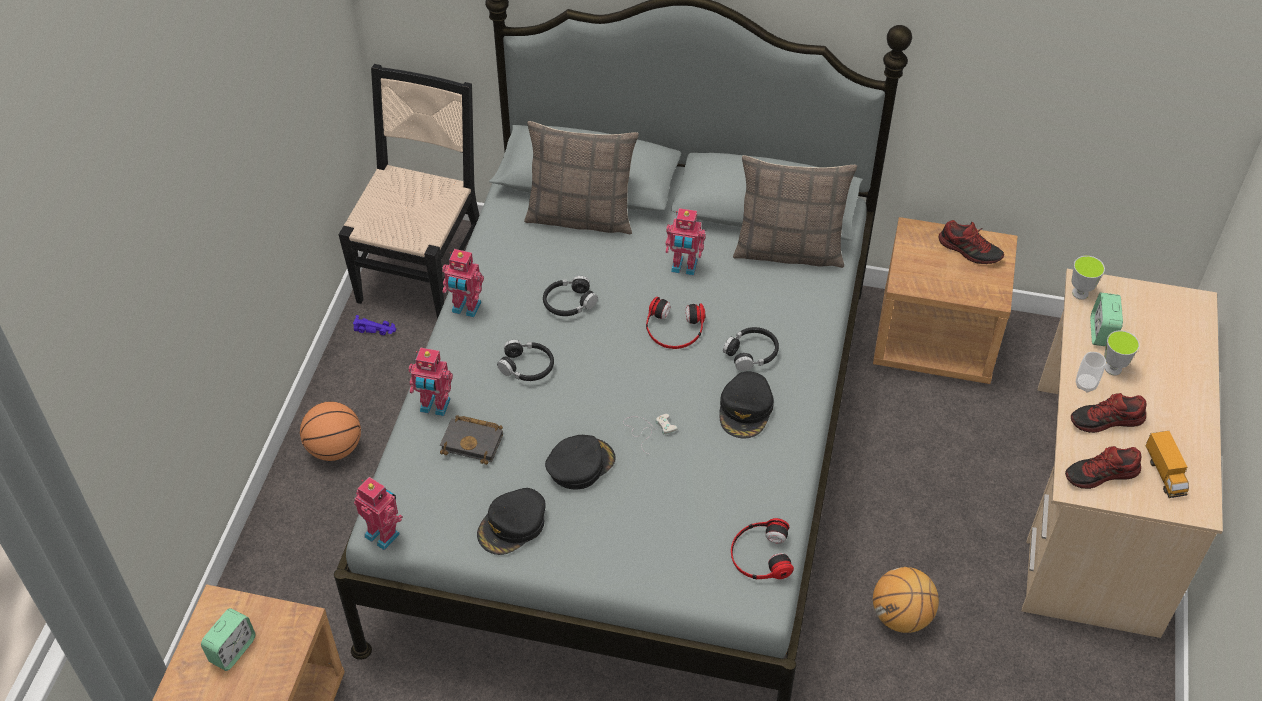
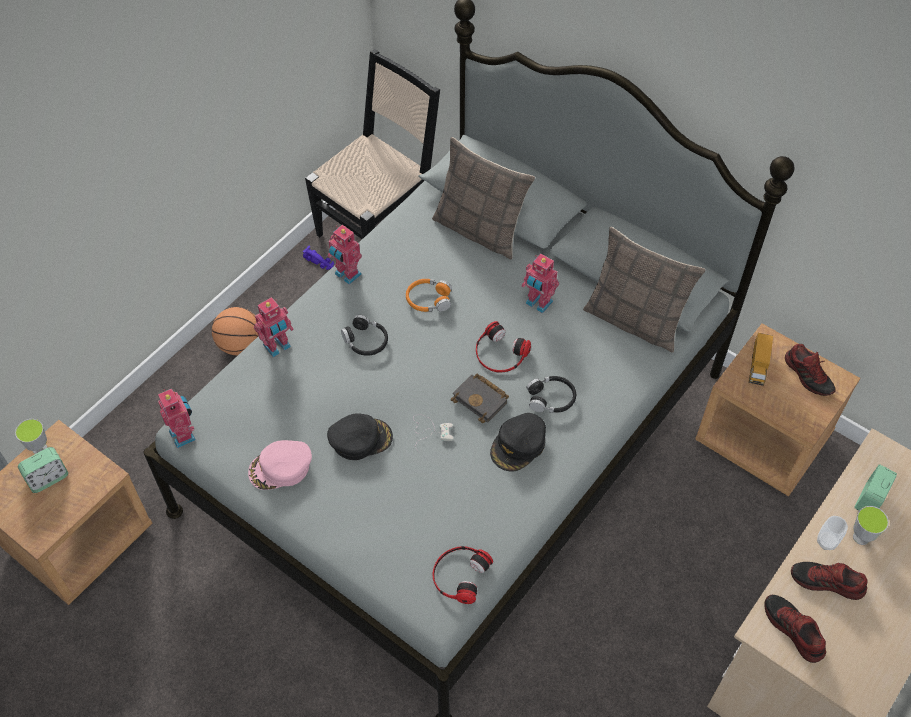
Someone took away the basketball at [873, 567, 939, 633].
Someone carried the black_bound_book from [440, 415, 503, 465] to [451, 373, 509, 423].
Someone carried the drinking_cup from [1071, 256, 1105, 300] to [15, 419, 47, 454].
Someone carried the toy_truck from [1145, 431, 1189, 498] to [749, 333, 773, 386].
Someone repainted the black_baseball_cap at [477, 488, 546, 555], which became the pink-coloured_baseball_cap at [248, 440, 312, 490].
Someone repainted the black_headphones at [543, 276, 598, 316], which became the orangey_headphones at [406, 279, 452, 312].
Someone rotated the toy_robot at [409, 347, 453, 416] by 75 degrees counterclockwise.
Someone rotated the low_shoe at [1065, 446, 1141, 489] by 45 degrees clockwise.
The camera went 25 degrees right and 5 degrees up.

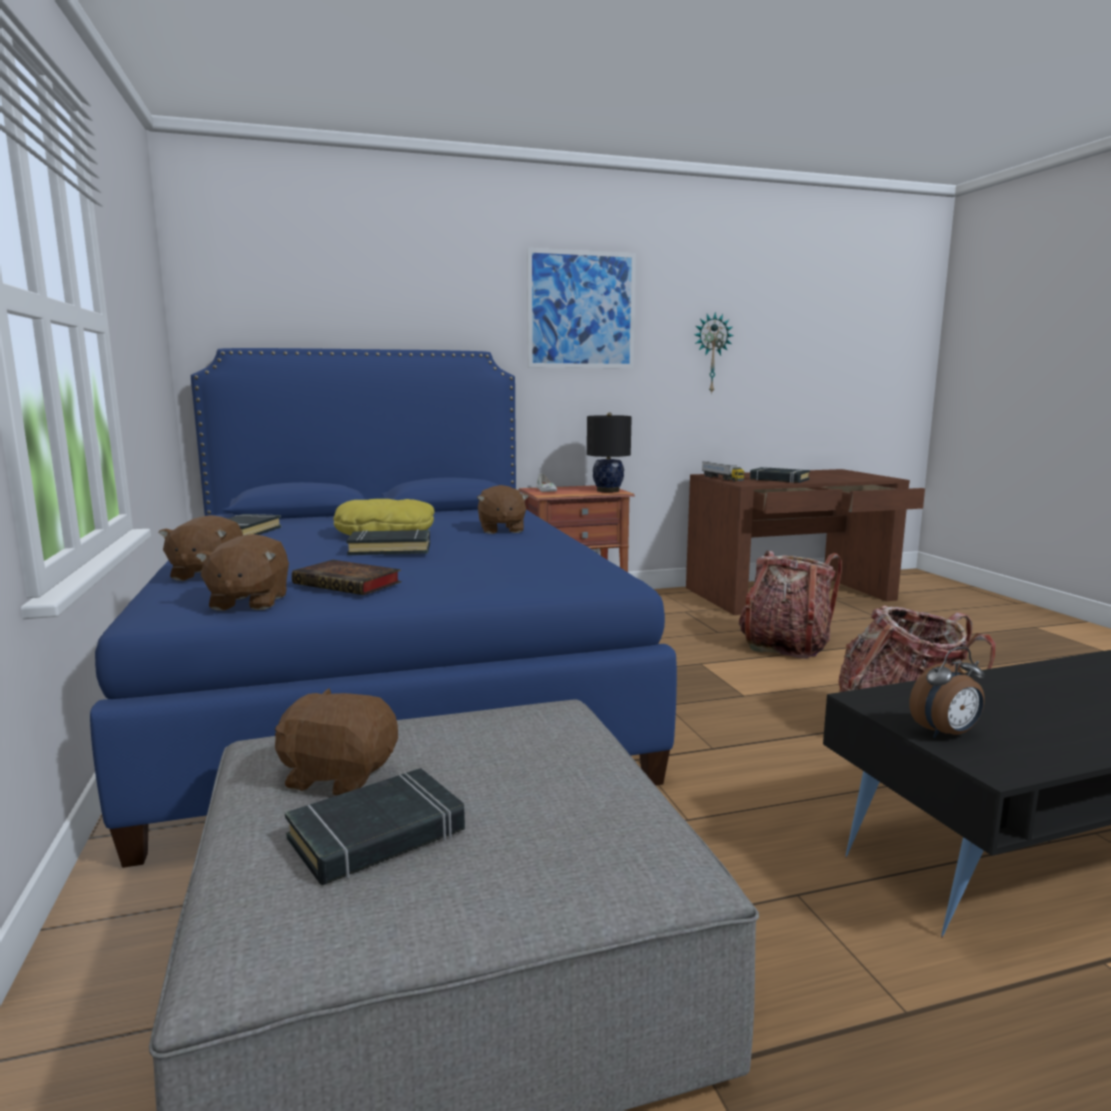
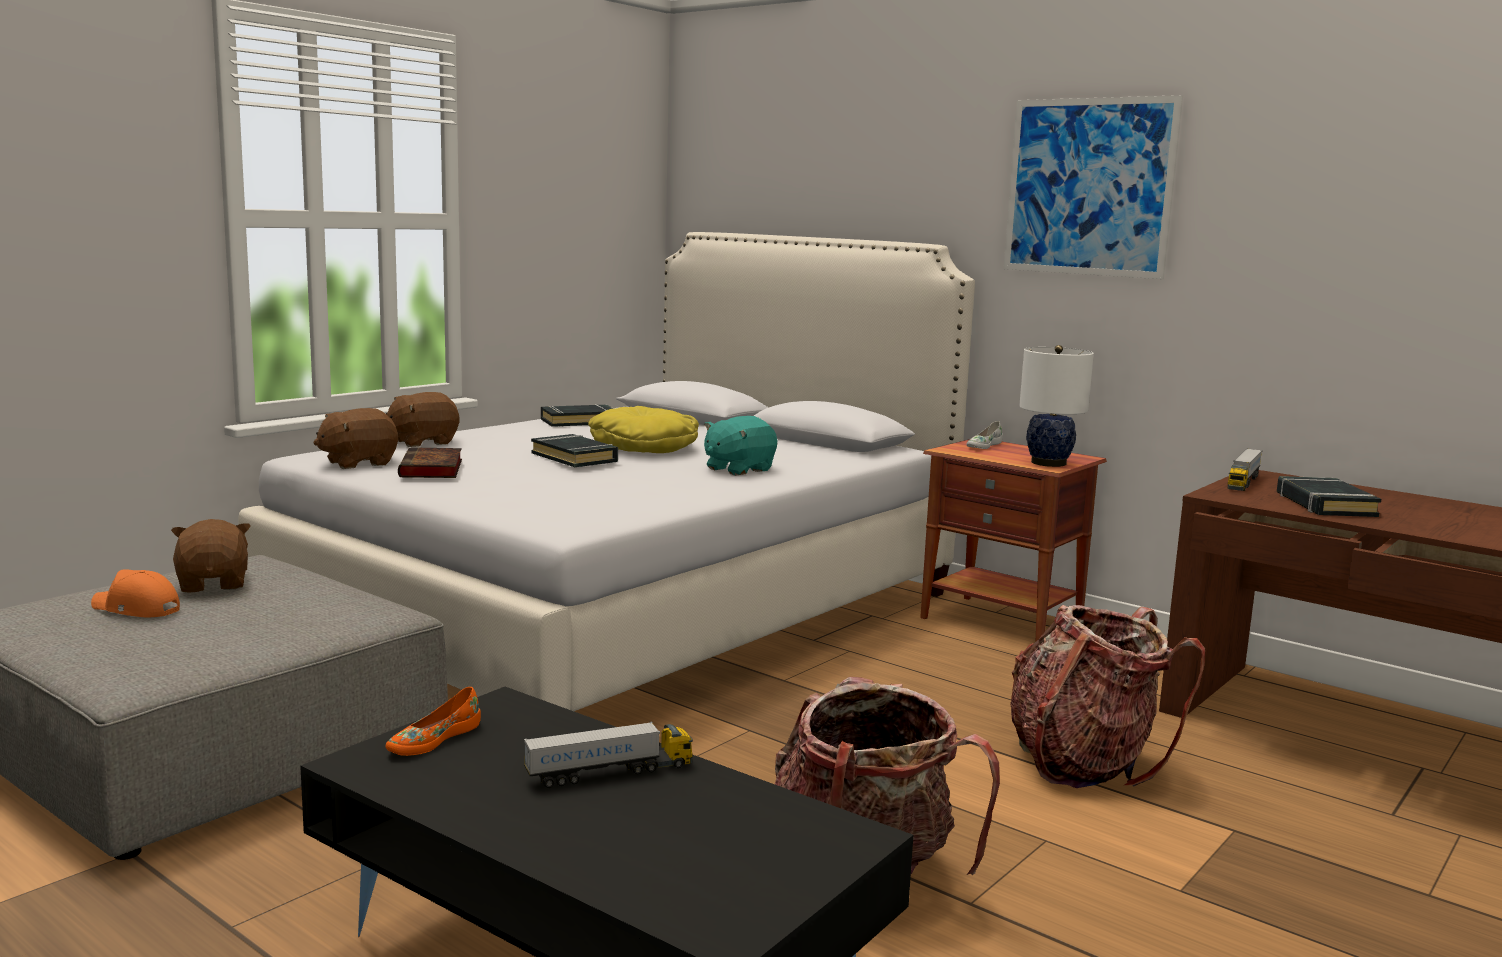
Someone took away the hanging_clock at [694, 312, 734, 394].
Someone put down the toy_truck at [524, 722, 693, 788].
Someone swapped the black_bound_book at [285, 768, 465, 885] for the orangey_baseball_cap at [91, 569, 180, 617].
Someone swapped the alarm_clock at [910, 647, 985, 738] for the orangey_low_shoe at [385, 687, 481, 756].
Someone repainted the bluish_bedroom_bed at [90, 348, 677, 868], which became the whitish_bedroom_bed at [238, 232, 975, 711].
Someone repainted the brown_plush_toy at [477, 485, 529, 534], which became the turquoise-coloured_plush_toy at [704, 416, 777, 476].
Someone repainted the black_lamp_for_a_table at [587, 412, 632, 493], which became the whitish_lamp_for_a_table at [1019, 345, 1094, 467].
The camera went 55 degrees right and 0 degrees up.

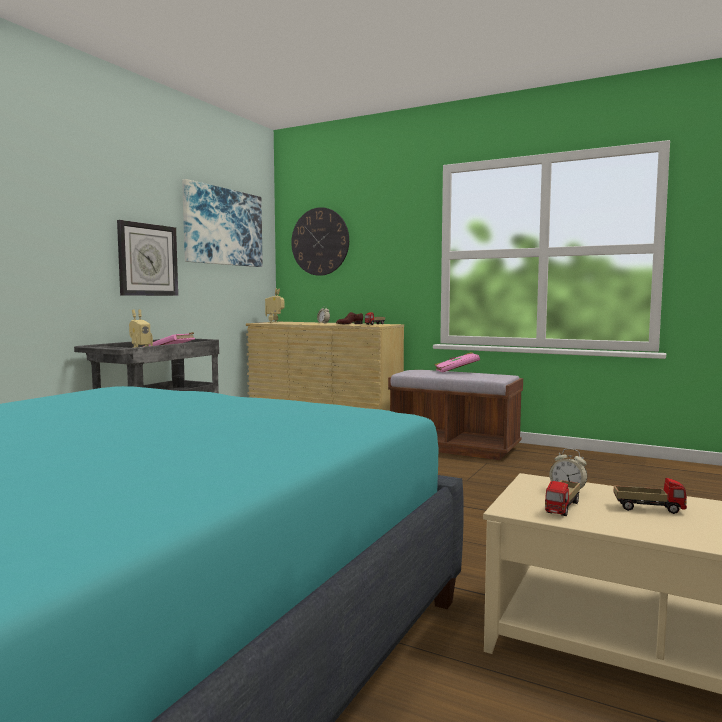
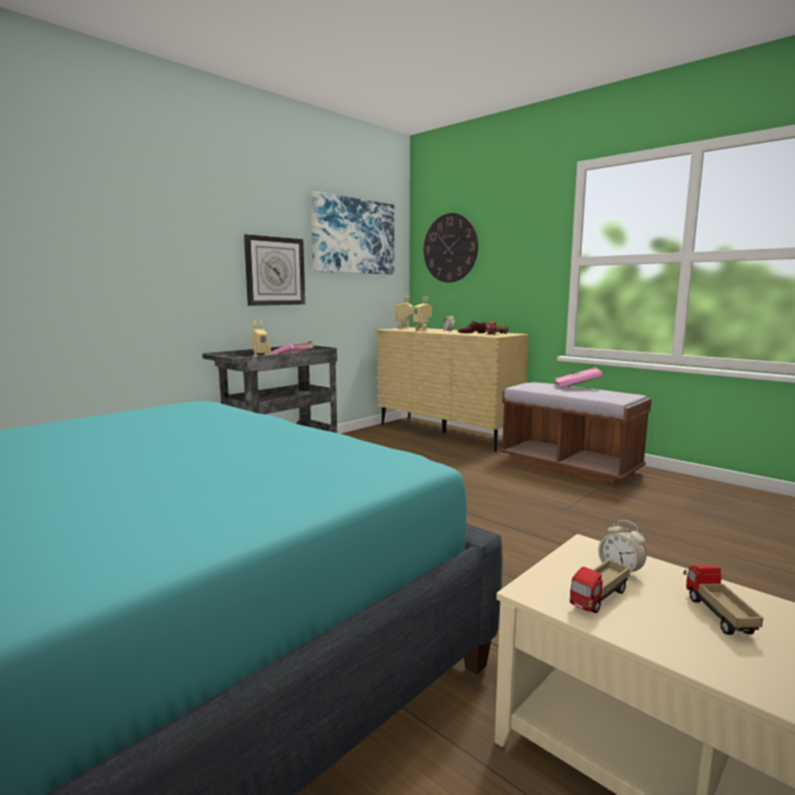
Someone put down the toy_robot at [413, 296, 432, 332].
Someone rotated the toy_truck at [614, 478, 687, 514] by 120 degrees counterclockwise.
The camera went 15 degrees right and 5 degrees up.

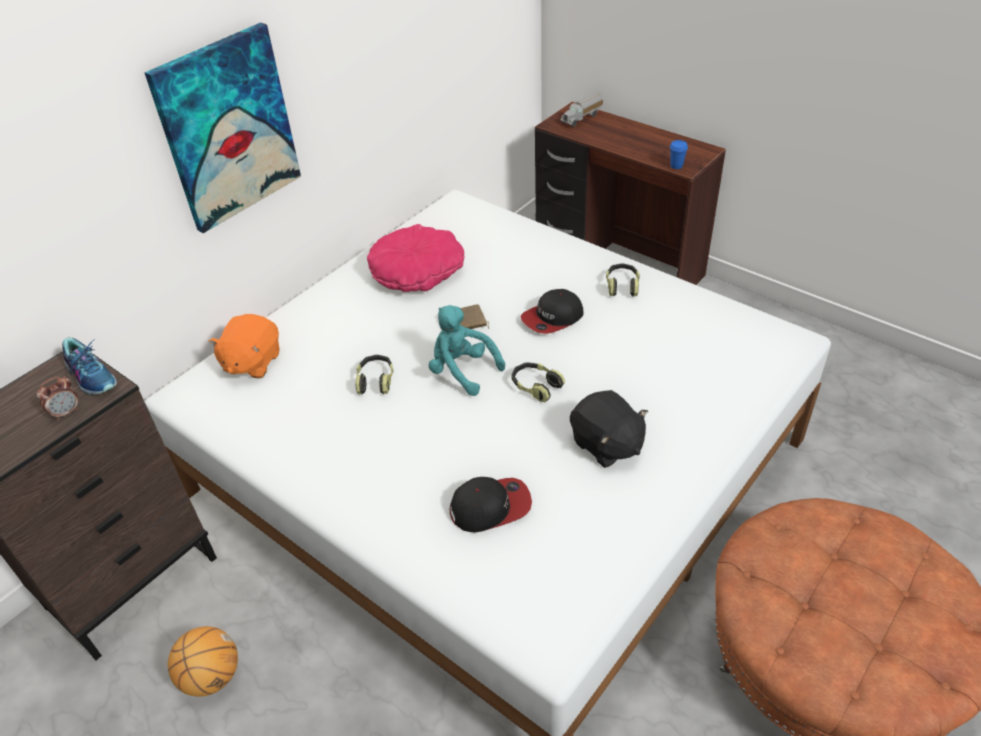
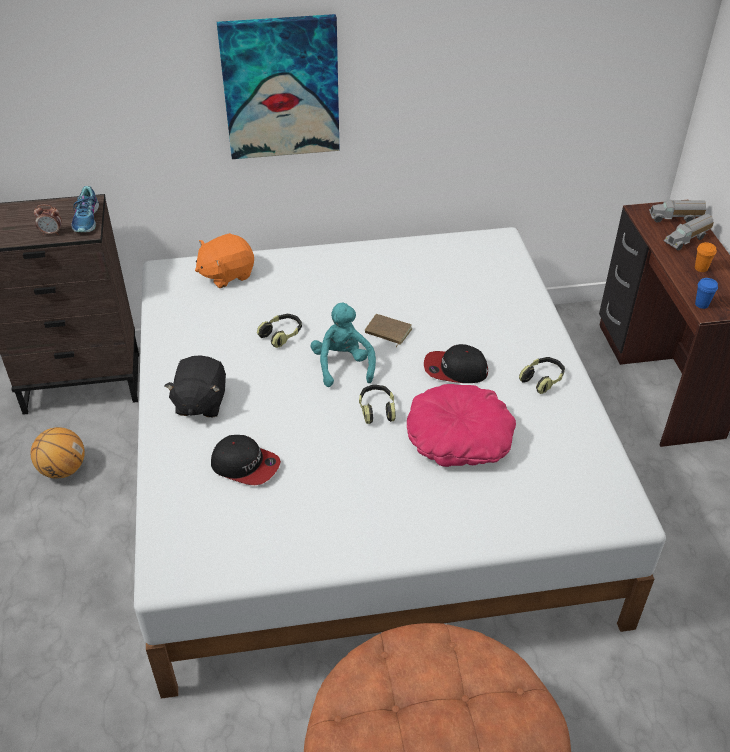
Someone put down the toy_truck at [663, 214, 714, 250].
Someone put down the orangey_drinking_cup at [695, 242, 717, 272].
Someone carried the pink-coloured_pillow from [367, 224, 464, 292] to [407, 384, 516, 467].
Someone carried the black_plush_toy from [570, 390, 648, 468] to [165, 355, 226, 418].
The camera went 40 degrees right and 0 degrees up.

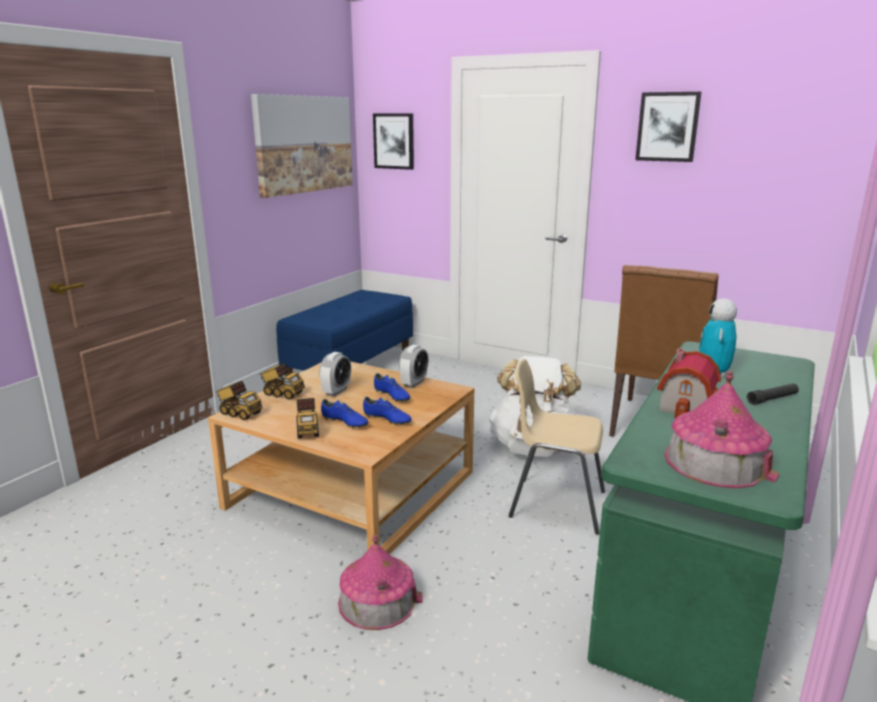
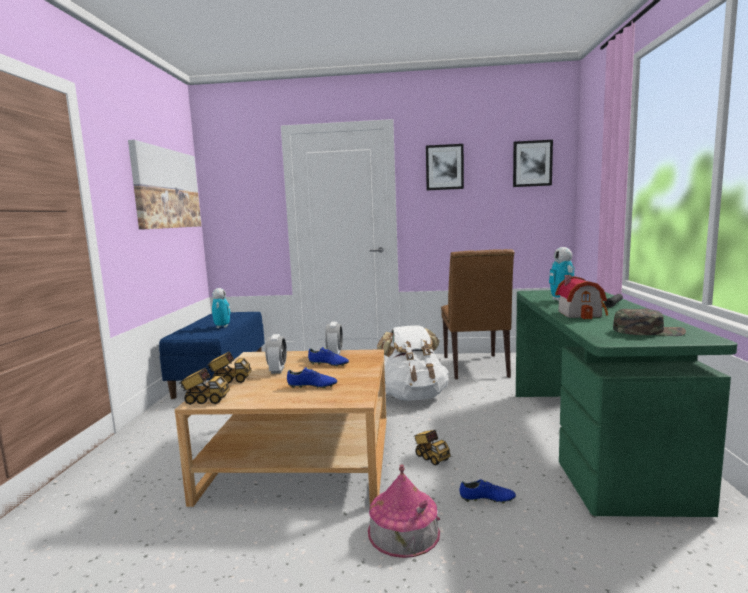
Someone took away the beige_plain_chair at [509, 359, 605, 534].
Someone put down the toy_robot at [212, 288, 231, 328].
Someone carried the toy_truck from [296, 398, 319, 439] to [414, 430, 450, 465].
Someone carried the bluish_low_shoe from [363, 397, 411, 426] to [460, 479, 516, 504].
Someone carried the picture from [373, 113, 414, 170] to [513, 140, 553, 187].
Someone swapped the toy_house at [664, 371, 780, 488] for the green-coloured_baseball_cap at [613, 308, 686, 336].
The camera went 25 degrees left and 10 degrees down.

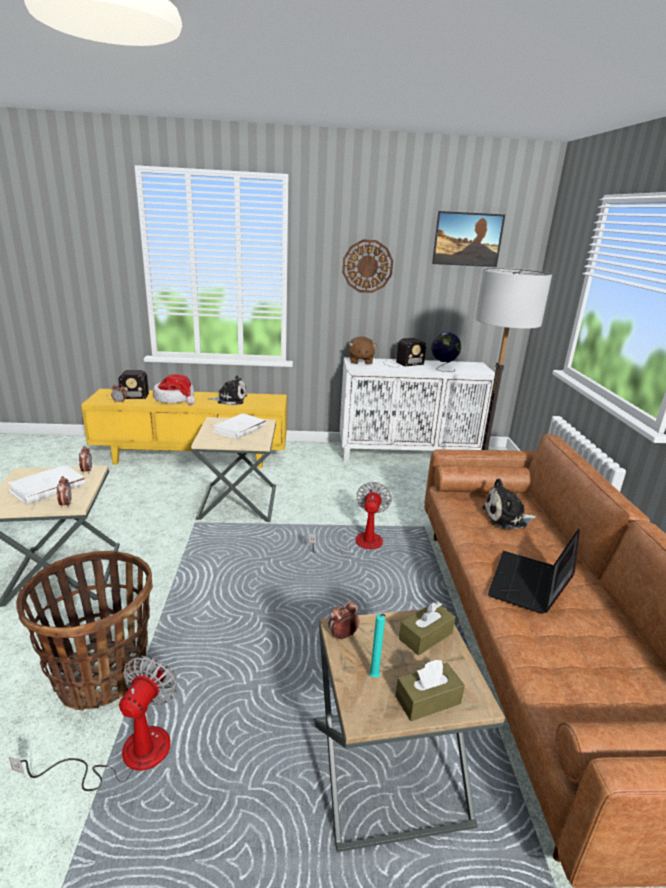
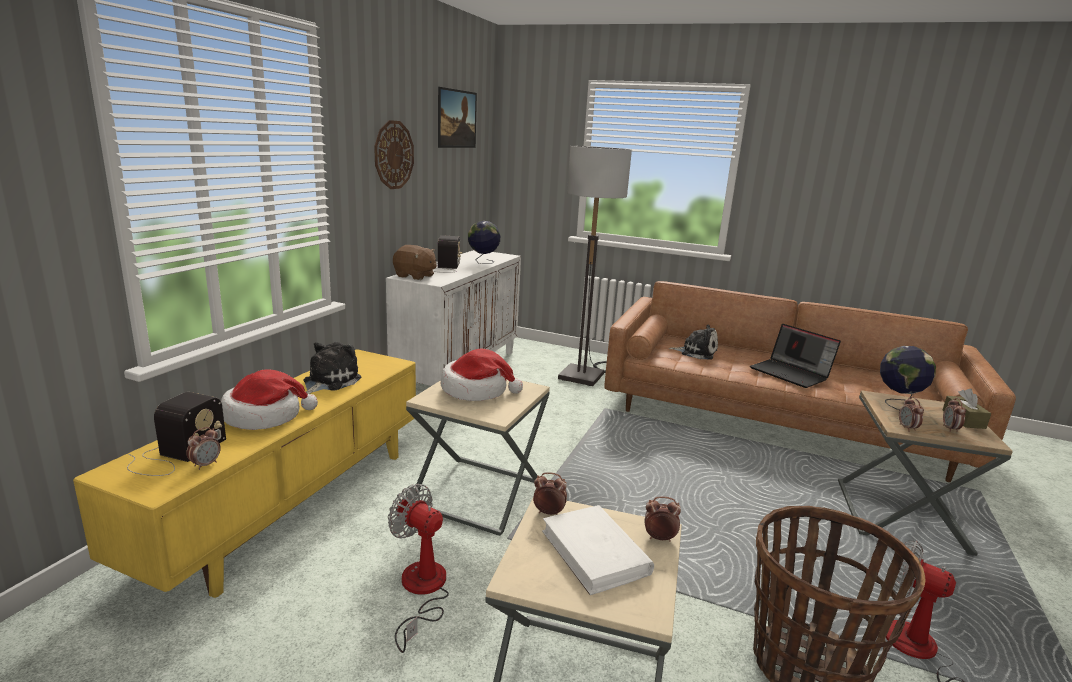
Someone carried the electric_fan from [309, 482, 392, 557] to [388, 484, 449, 653].
Someone swapped the whitish_bound_book at [212, 413, 266, 440] for the wearable_hat at [441, 349, 523, 401].
Someone swapped the turquoise-coloured_wax_candle at [369, 614, 386, 678] for the alarm_clock at [943, 398, 966, 432].
Someone swapped the brown_tissue_box at [399, 601, 455, 656] for the world_globe at [880, 346, 936, 411].
Someone rotated the plush_toy at [482, 478, 537, 529] by 90 degrees counterclockwise.
The camera went 65 degrees left and 5 degrees down.

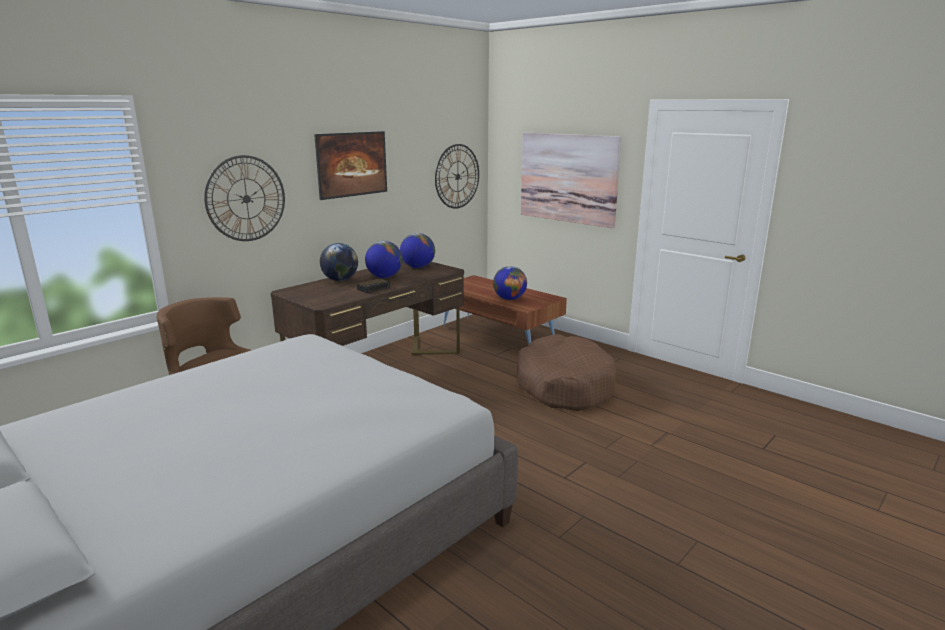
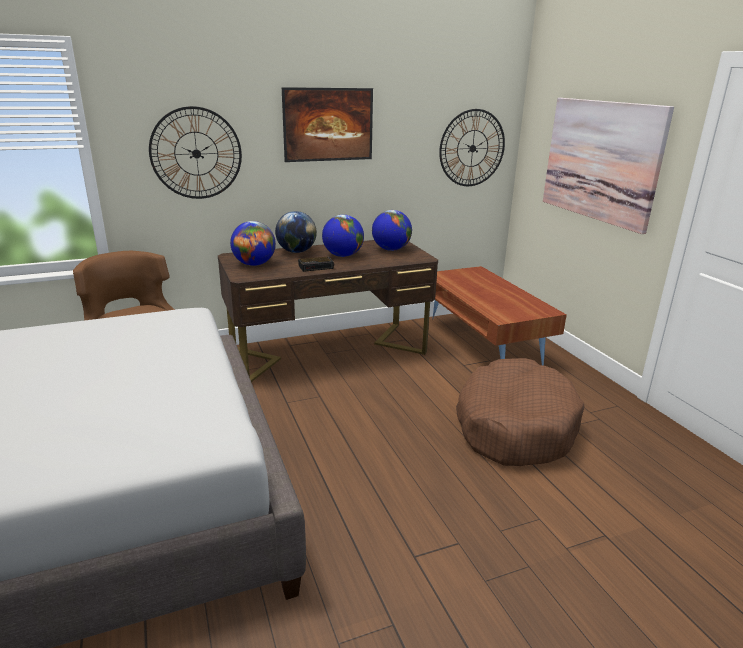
Someone carried the world_globe from [493, 266, 527, 300] to [230, 221, 276, 266].
The camera went 25 degrees right and 5 degrees up.

